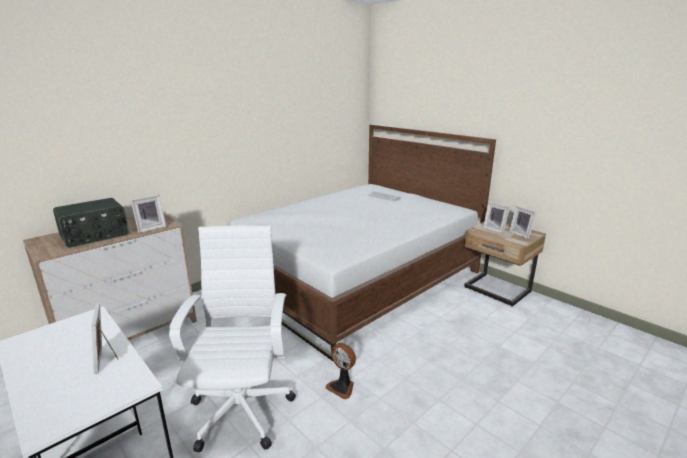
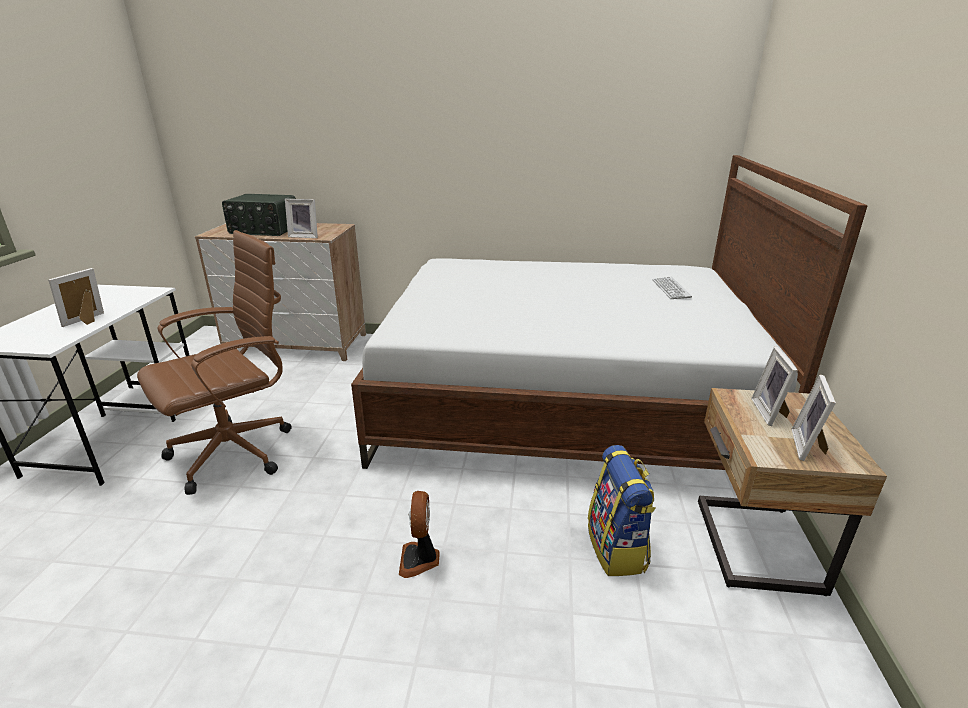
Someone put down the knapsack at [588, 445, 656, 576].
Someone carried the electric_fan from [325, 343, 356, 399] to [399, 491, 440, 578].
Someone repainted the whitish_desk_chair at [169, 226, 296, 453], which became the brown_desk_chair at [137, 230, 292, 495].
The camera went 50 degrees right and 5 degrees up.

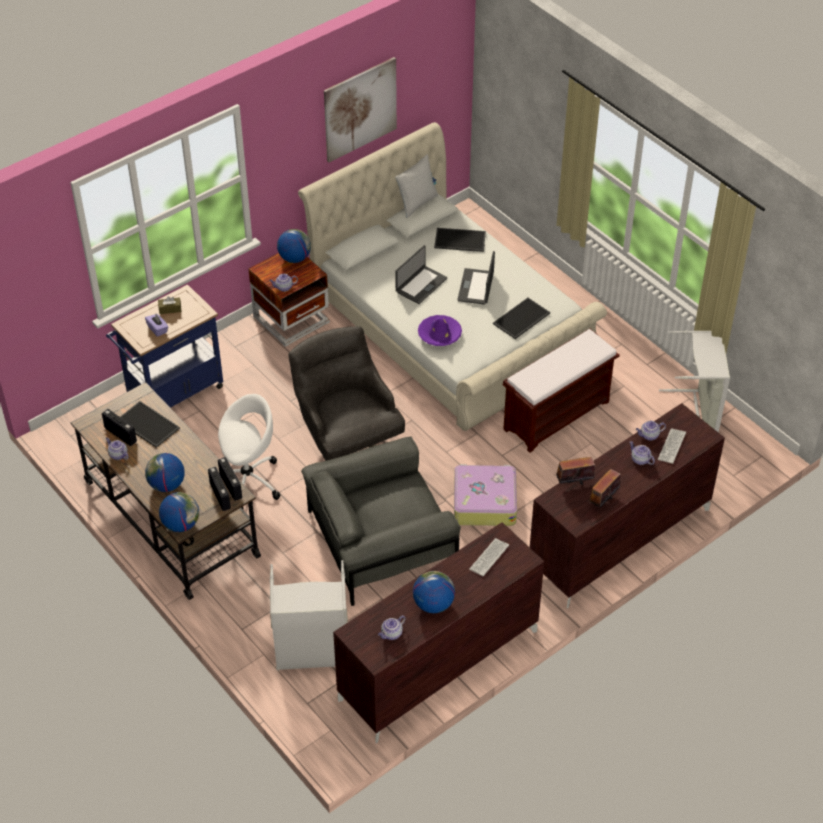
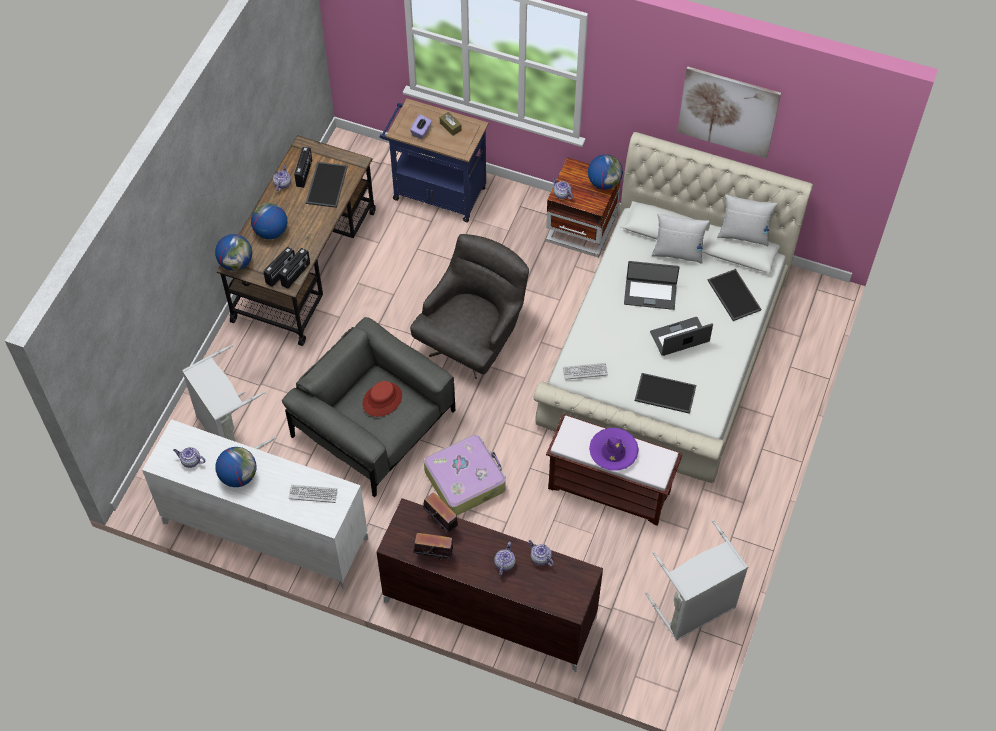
Someone took away the whitish_desk_chair at [218, 394, 280, 509].
Someone put down the red-coloured_wearable_hat at [363, 381, 402, 417].
Someone put down the greyish_pillow at [652, 213, 709, 264].
Someone carried the purple_wearable_hat from [418, 315, 462, 346] to [589, 428, 639, 471].
Someone carried the keyboard from [658, 429, 686, 464] to [563, 363, 608, 380].
Someone repainted the brown_drawer_chest at [333, 522, 544, 744], which became the whitish_drawer_chest at [142, 419, 368, 590].
The camera went 60 degrees right and 10 degrees up.

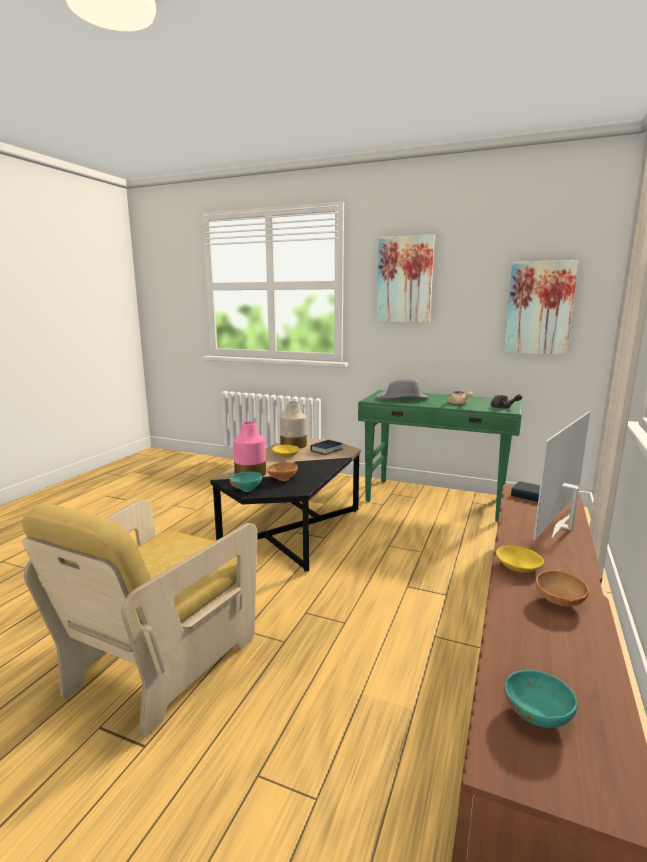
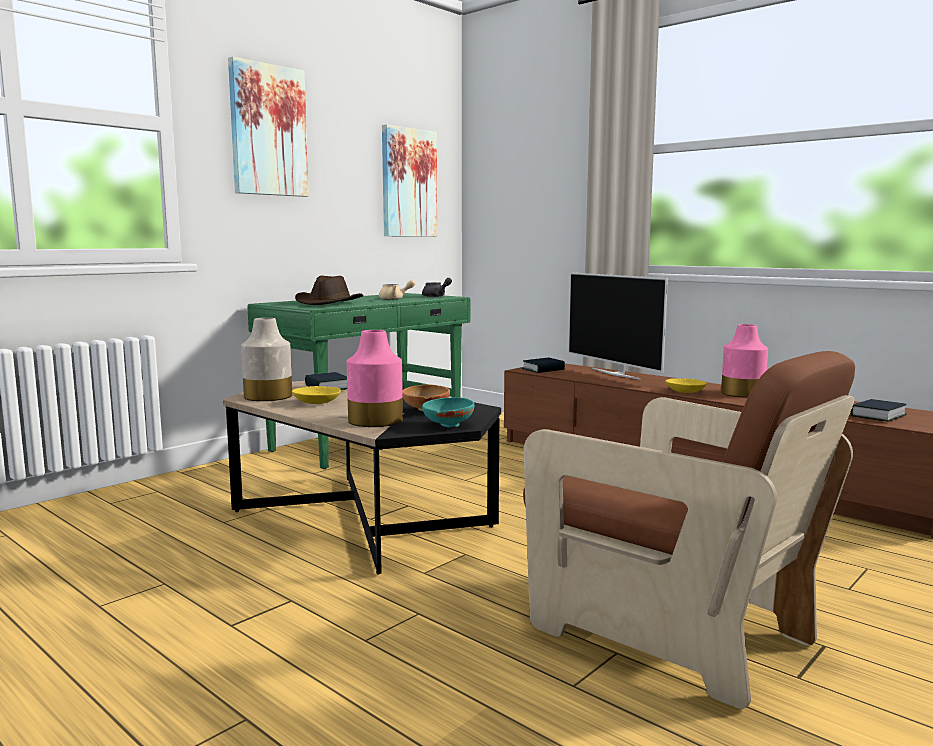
Someone swapped the turquoise-coloured_serving_bowl at [504, 670, 577, 728] for the bound_book at [851, 399, 907, 422].
Someone swapped the brown_serving_bowl at [536, 570, 589, 606] for the pink-coloured_flower_vase at [721, 324, 768, 398].
Someone repainted the yellow-coloured_armchair at [22, 499, 258, 737], which became the brown_armchair at [523, 351, 855, 709].
Someone repainted the greyish_wearable_hat at [376, 379, 429, 399], which became the brown_wearable_hat at [295, 276, 364, 305].
The camera went 70 degrees left and 5 degrees down.

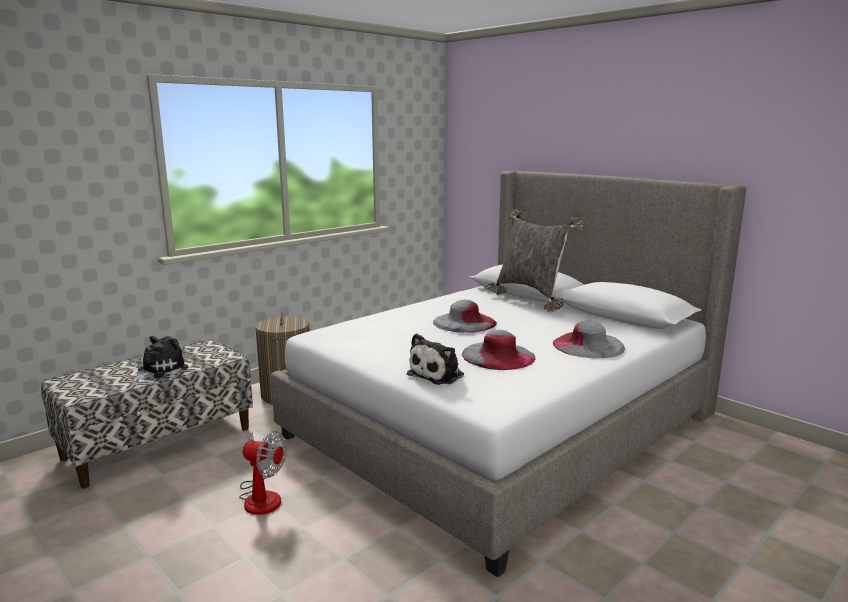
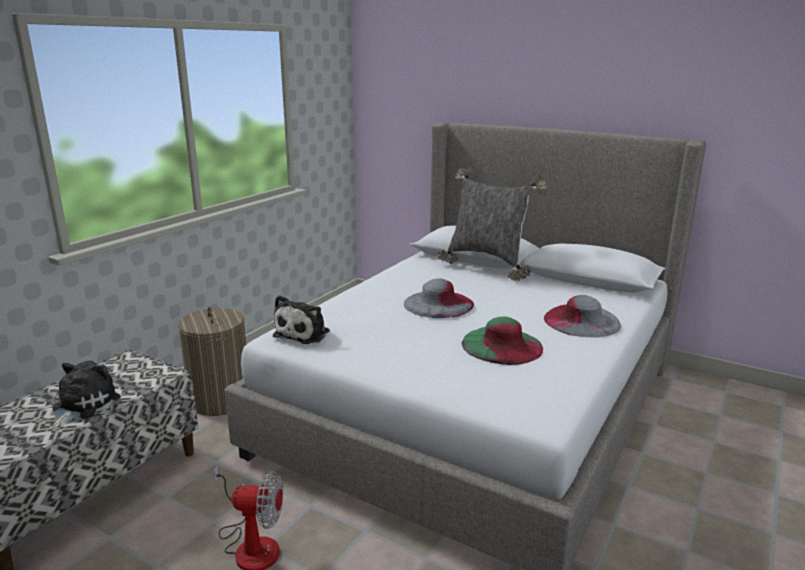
Someone carried the plush_toy from [407, 333, 464, 385] to [273, 295, 330, 344].
Someone repainted the greyish_wearable_hat at [462, 330, 535, 370], which became the green-coloured_wearable_hat at [461, 316, 543, 365].
The camera went 15 degrees left and 5 degrees up.

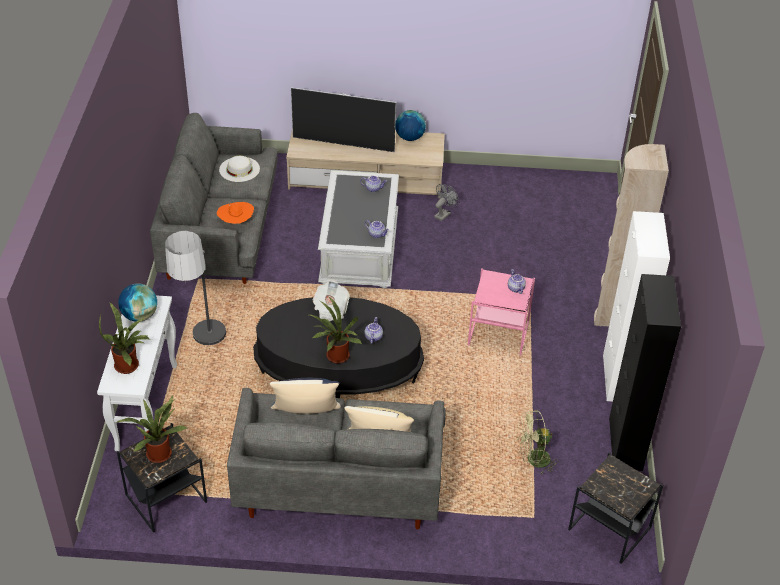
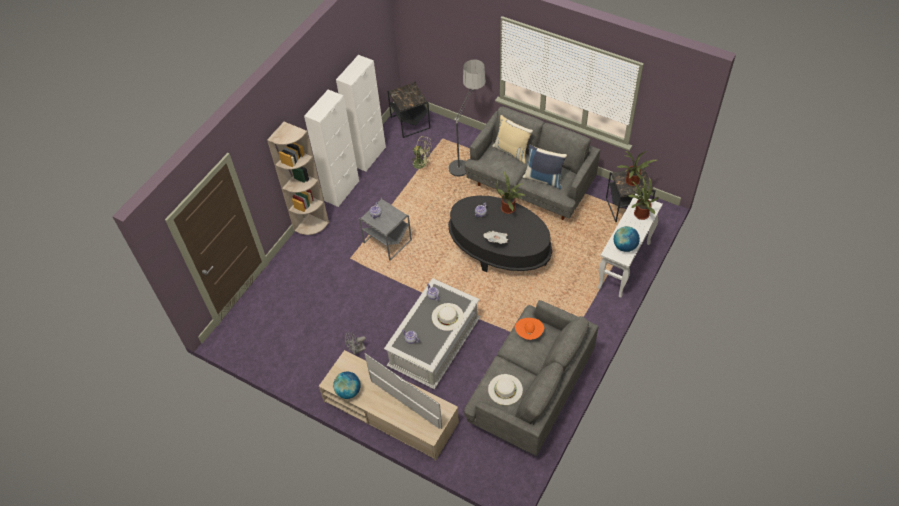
Someone put down the whitish_wearable_hat at [432, 303, 464, 331].
Someone carried the floor_lamp from [165, 231, 226, 345] to [449, 59, 486, 177].
Someone repainted the pink-coloured_side_table at [468, 268, 535, 355], which became the greyish_side_table at [359, 198, 412, 261].
Someone repainted the black_cupboard at [609, 274, 681, 471], which became the whitish_cupboard at [336, 55, 386, 172].
The camera went 150 degrees left and 10 degrees up.

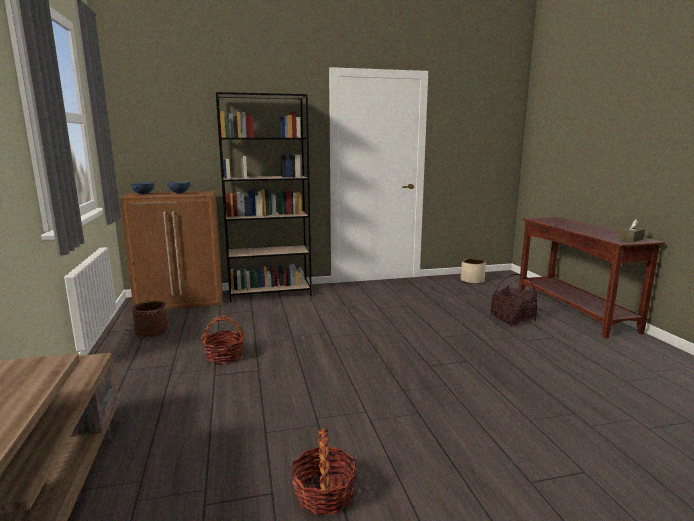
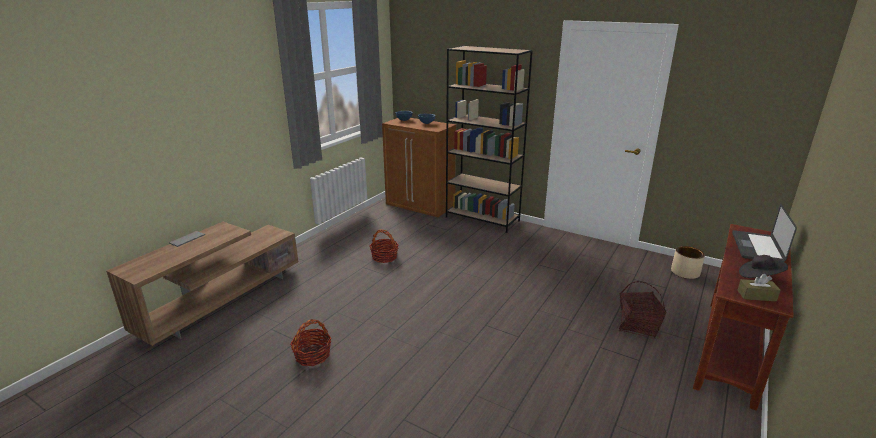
Someone took away the brown_flower_pot at [132, 301, 169, 338].
Someone put down the laptop at [732, 204, 797, 262].
Someone put down the black_wearable_hat at [739, 255, 788, 278].
The camera went 45 degrees right and 10 degrees up.

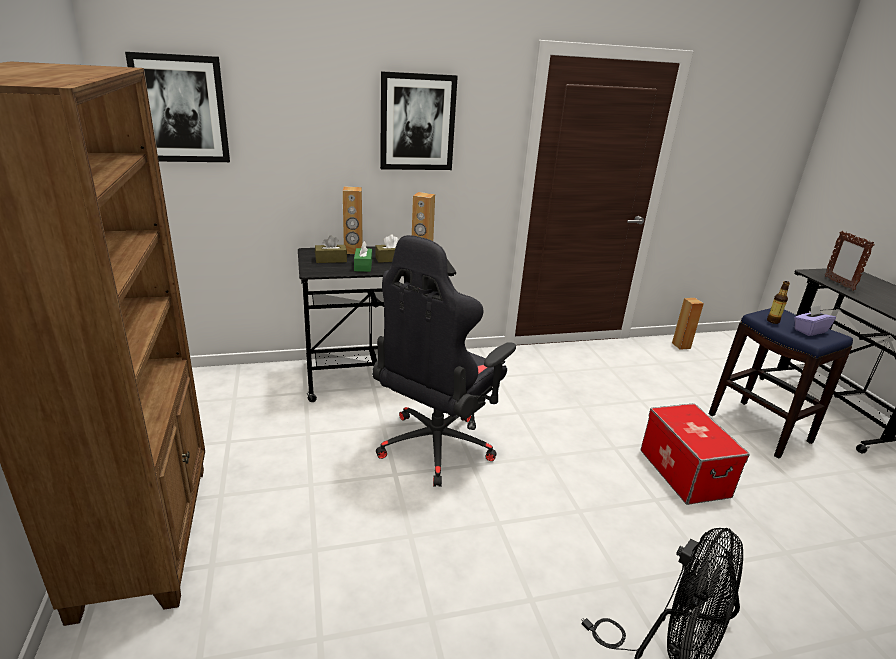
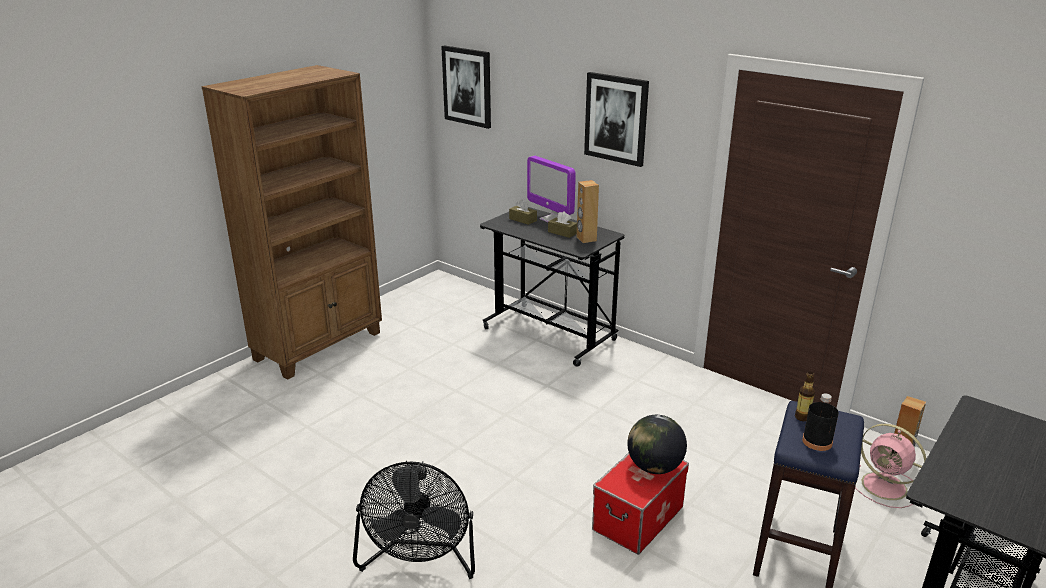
Someone took away the green-coloured_tissue_box at [354, 241, 372, 272].
Someone took away the black_desk_chair at [372, 235, 516, 487].
Someone took away the photo_frame at [824, 231, 875, 291].
Someone put down the world_globe at [627, 415, 687, 474].
Someone put down the pink-coloured_electric_fan at [855, 424, 926, 508].
Someone swapped the brown_loudspeaker at [343, 187, 363, 254] for the computer_screen at [527, 156, 576, 222].
Someone swapped the purple_tissue_box at [794, 305, 836, 336] for the black_drink_bottle at [802, 393, 839, 451].
The camera went 55 degrees right and 0 degrees up.

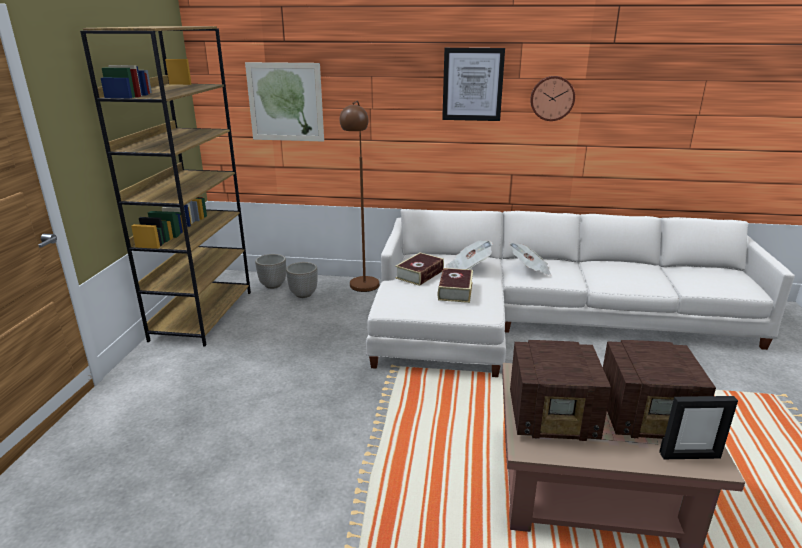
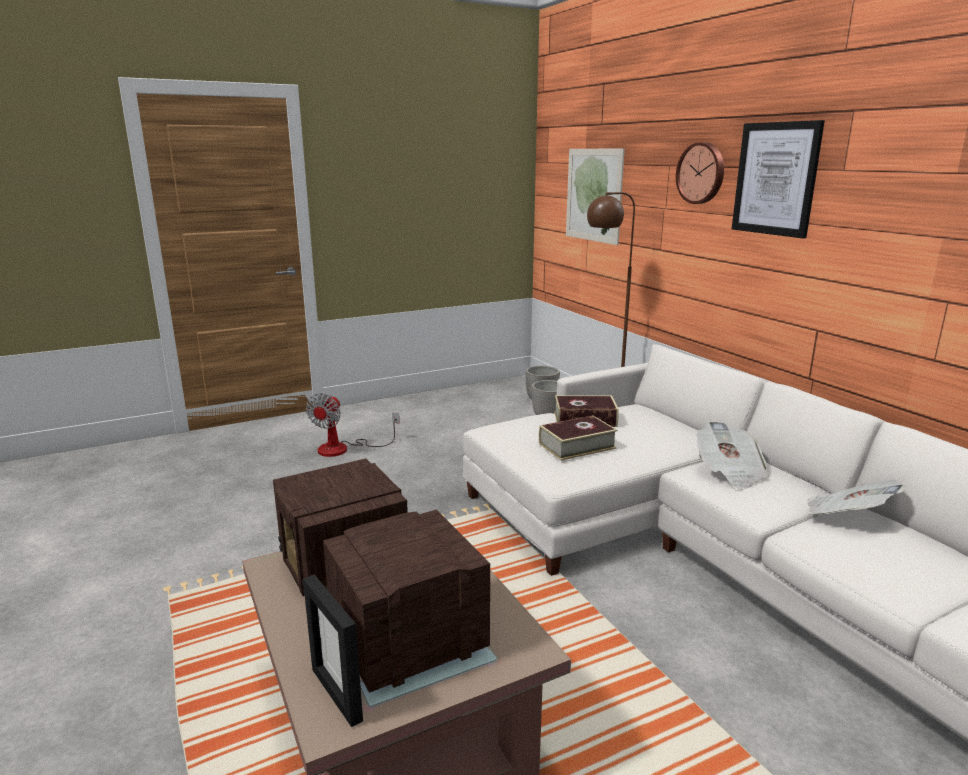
Someone took away the brown_bookshelf at [80, 26, 251, 346].
Someone put down the electric_fan at [306, 393, 400, 457].
Someone carried the daily_paper from [446, 240, 493, 270] to [807, 480, 905, 515].
Someone carried the hanging_clock from [530, 76, 575, 121] to [676, 142, 724, 204].
Someone rotated the radio at [603, 340, 716, 439] by 90 degrees clockwise.
The camera went 55 degrees right and 5 degrees down.

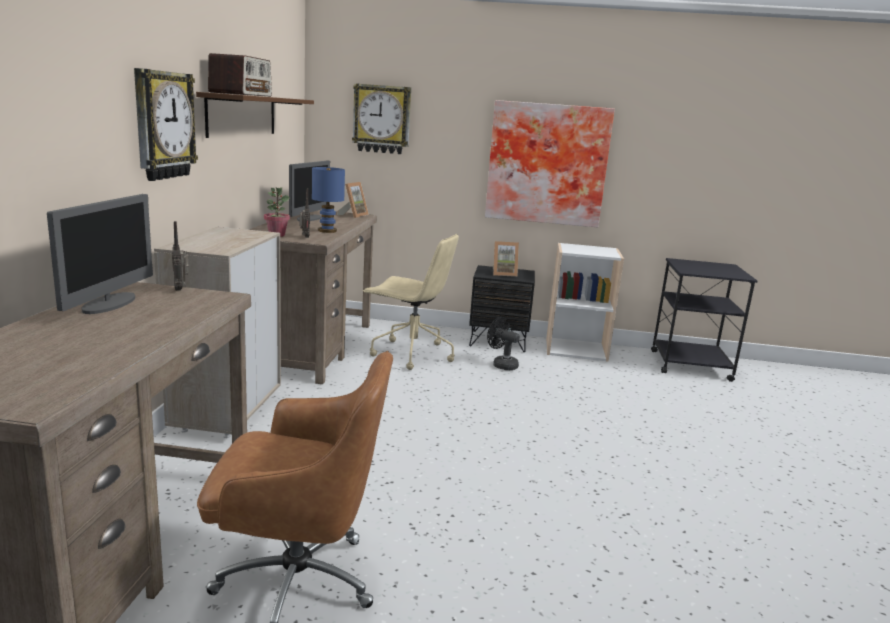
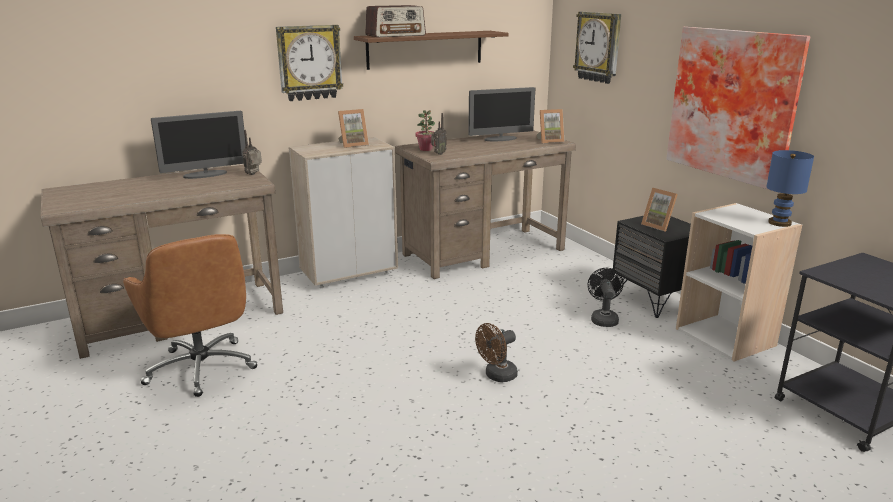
Someone took away the beige_desk_chair at [363, 234, 459, 370].
Someone put down the photo_frame at [338, 109, 369, 148].
Someone put down the brown_electric_fan at [475, 323, 518, 382].
Someone carried the bluish_lamp_for_a_table from [312, 167, 345, 233] to [766, 150, 814, 227].
The camera went 55 degrees right and 5 degrees up.

